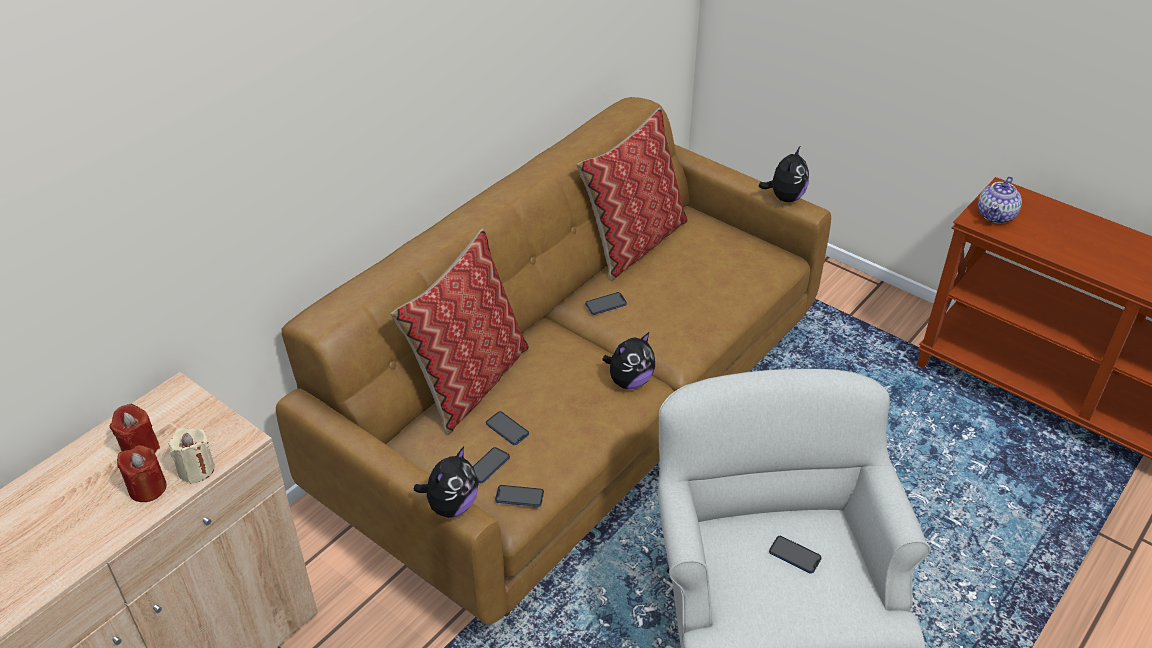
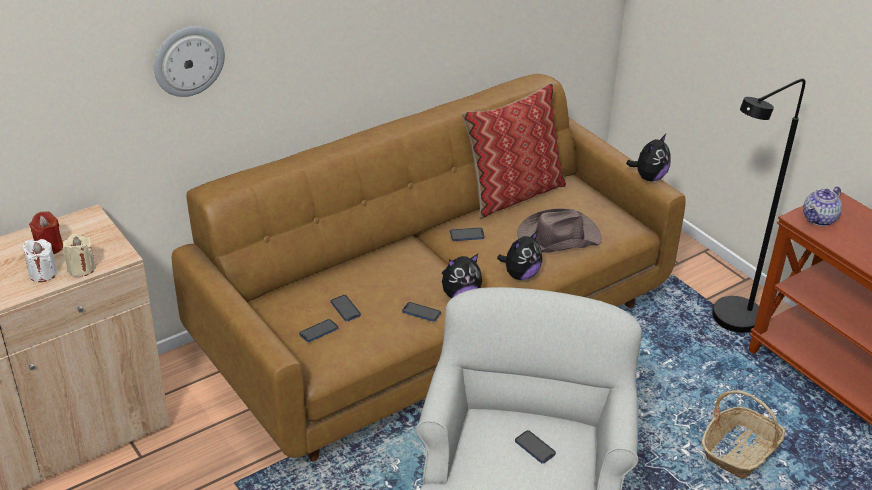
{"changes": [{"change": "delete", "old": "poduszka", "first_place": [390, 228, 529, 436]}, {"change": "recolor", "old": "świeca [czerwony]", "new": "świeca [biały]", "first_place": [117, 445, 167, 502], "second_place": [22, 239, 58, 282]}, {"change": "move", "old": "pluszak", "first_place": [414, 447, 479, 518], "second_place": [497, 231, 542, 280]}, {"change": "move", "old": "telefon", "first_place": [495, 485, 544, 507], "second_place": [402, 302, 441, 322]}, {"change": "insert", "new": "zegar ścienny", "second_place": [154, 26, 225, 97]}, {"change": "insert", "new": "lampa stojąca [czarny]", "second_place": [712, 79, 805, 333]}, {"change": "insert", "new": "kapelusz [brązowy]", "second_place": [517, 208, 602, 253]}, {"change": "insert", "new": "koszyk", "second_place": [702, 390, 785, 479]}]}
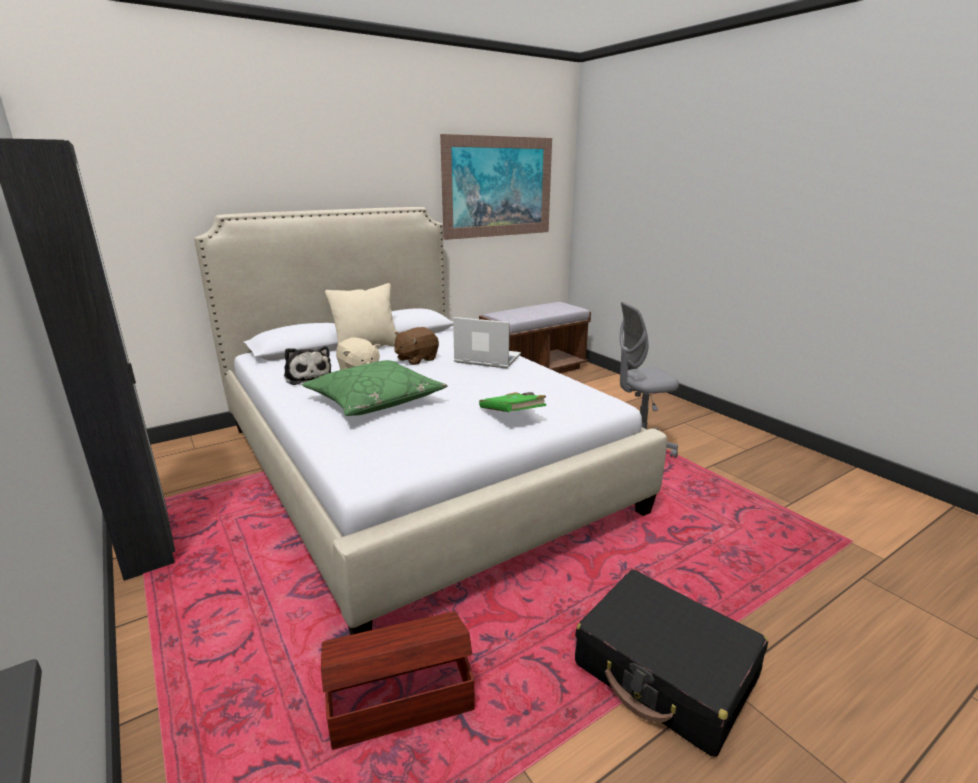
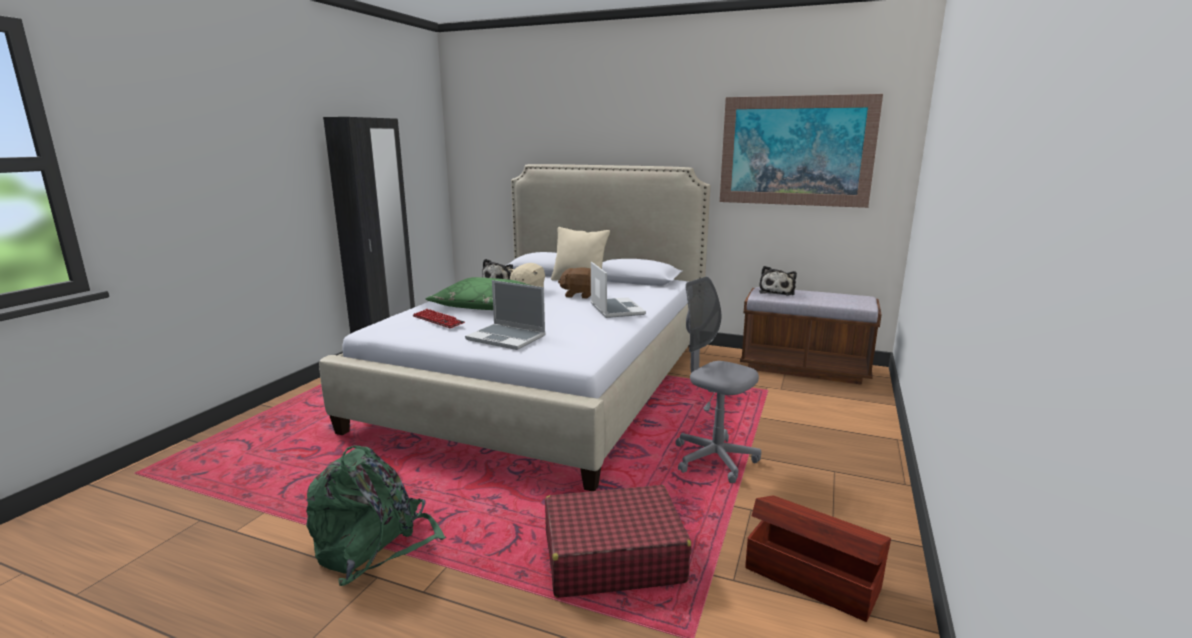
{"changes": [{"change": "replace", "old": "książka [zielony]", "new": "laptop", "first_place": [479, 392, 546, 412], "second_place": [465, 280, 546, 350]}, {"change": "replace", "old": "walizka [czarny]", "new": "plecak [zielony]", "first_place": [575, 570, 768, 757], "second_place": [306, 446, 446, 586]}, {"change": "move", "old": "pojemnik do przechowywania [brązowy]", "first_place": [321, 611, 475, 750], "second_place": [745, 495, 891, 622]}, {"change": "insert", "new": "pluszak", "second_place": [759, 266, 797, 295]}, {"change": "insert", "new": "klawiatura", "second_place": [413, 309, 465, 328]}, {"change": "insert", "new": "walizka [czerwony]", "second_place": [545, 485, 691, 598]}]}
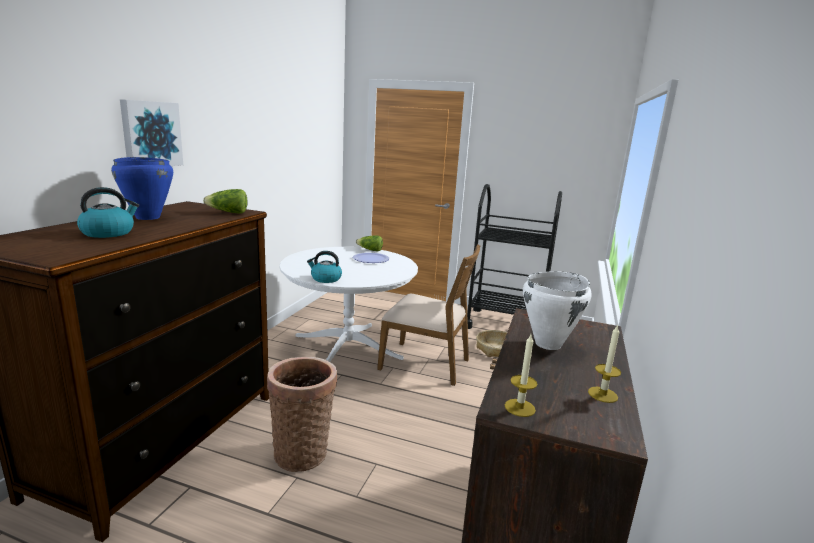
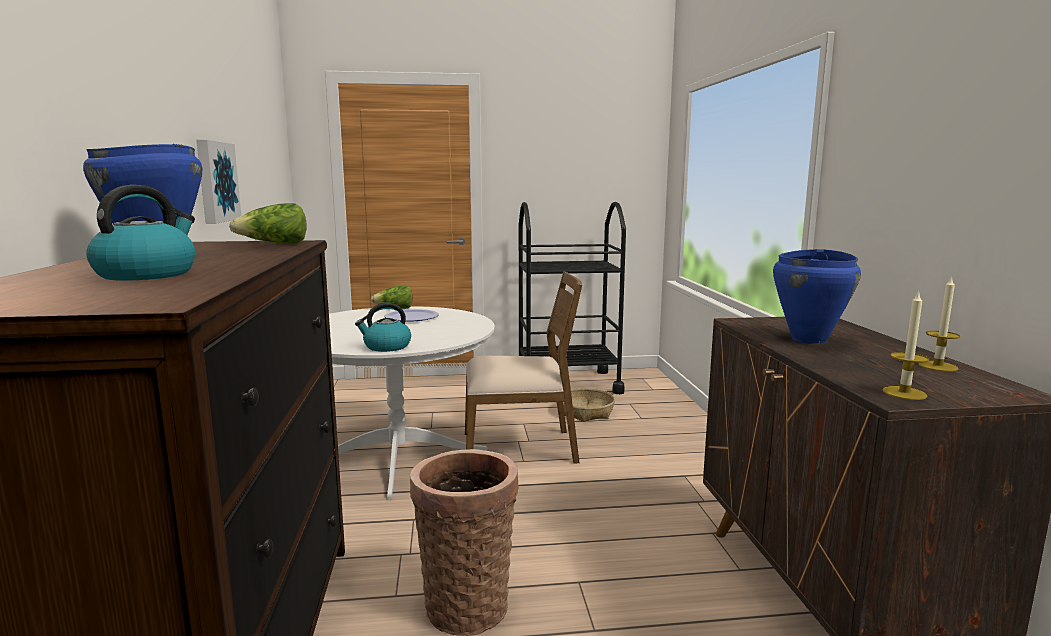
{"changes": [{"change": "move", "old": "obraz", "first_place": [120, 99, 183, 166], "second_place": [196, 140, 241, 224]}, {"change": "recolor", "old": "garnek [biały]", "new": "garnek [niebieski]", "first_place": [523, 271, 592, 350], "second_place": [773, 249, 861, 344]}]}
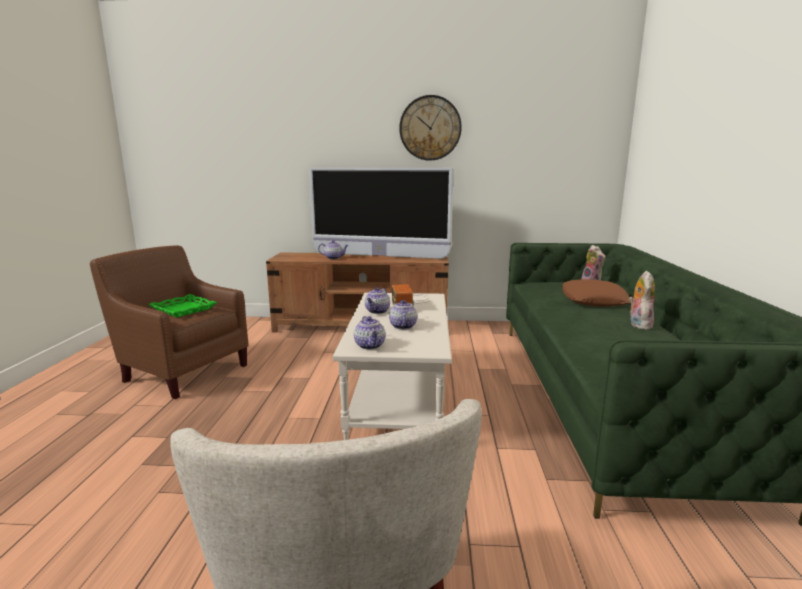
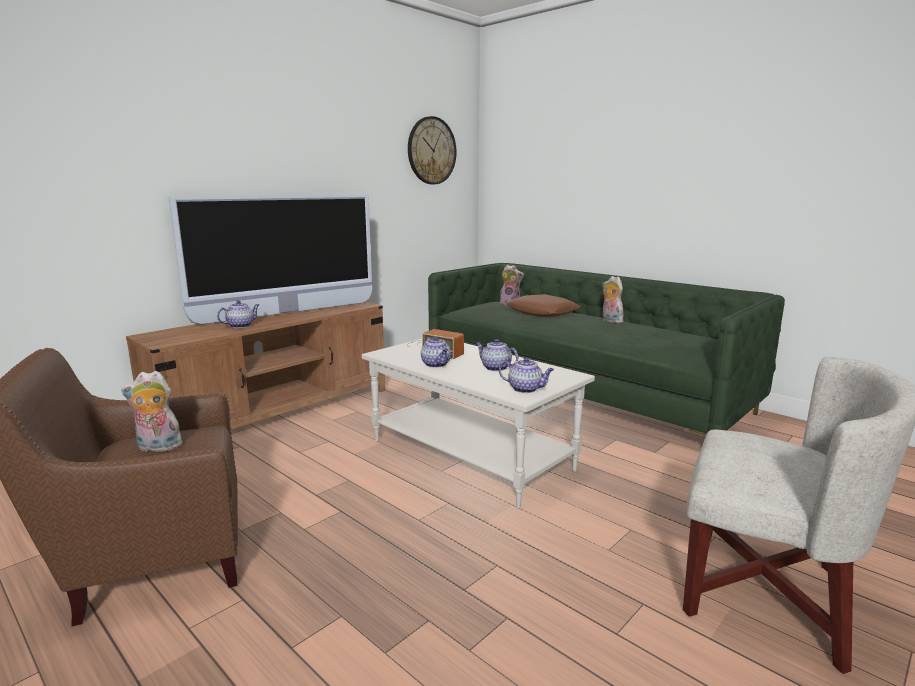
{"changes": [{"change": "move", "old": "zegar ścienny", "first_place": [399, 95, 462, 161], "second_place": [408, 116, 456, 184]}, {"change": "replace", "old": "taca [zielony]", "new": "pluszak", "first_place": [148, 294, 217, 317], "second_place": [121, 371, 185, 452]}]}
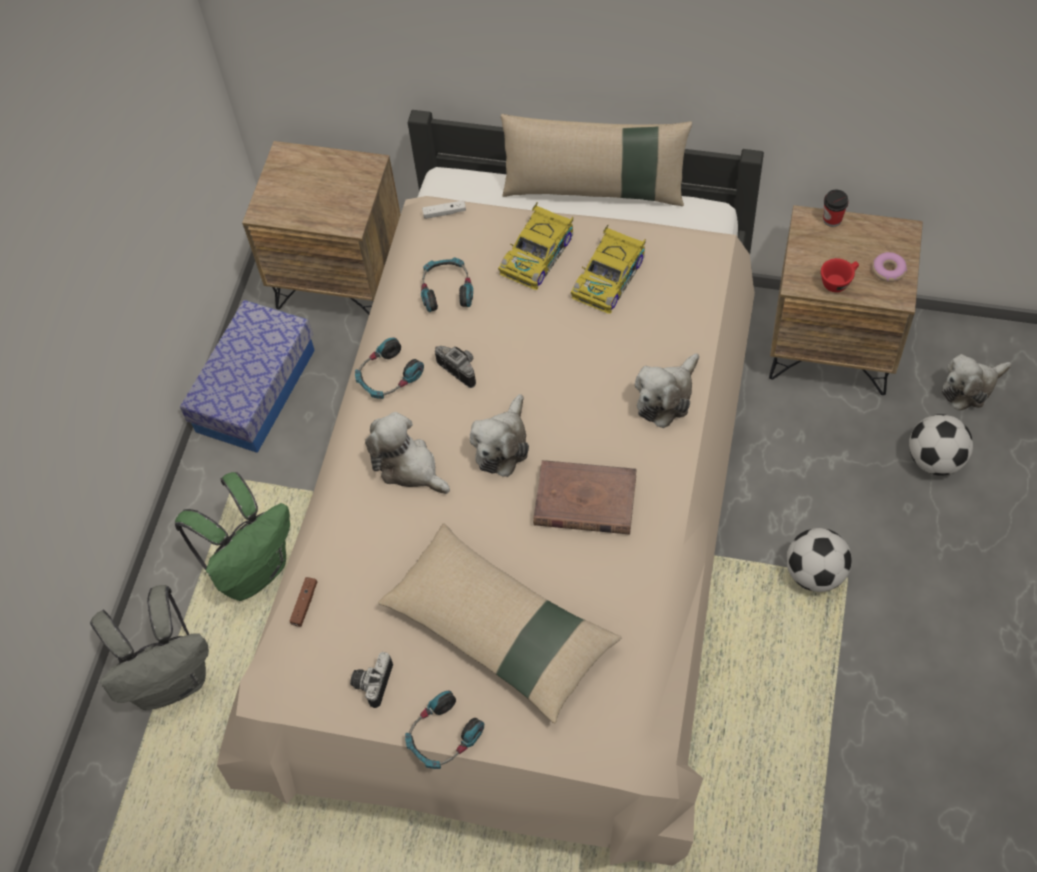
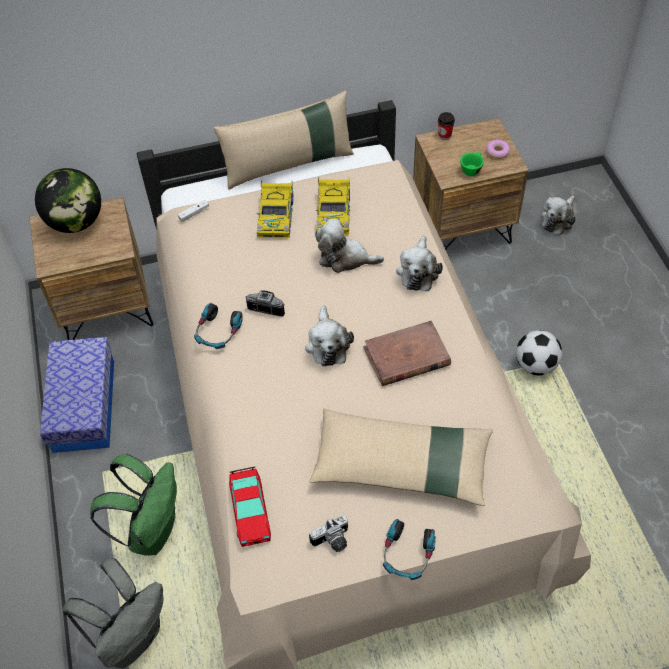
{"changes": [{"change": "delete", "old": "słuchawki", "first_place": [421, 257, 473, 312]}, {"change": "recolor", "old": "filiżanka [czerwony]", "new": "filiżanka [zielony]", "first_place": [821, 258, 859, 292], "second_place": [460, 152, 484, 176]}, {"change": "move", "old": "pluszak", "first_place": [365, 412, 450, 494], "second_place": [315, 219, 384, 273]}, {"change": "delete", "old": "piłka futbolowa", "first_place": [909, 414, 973, 476]}, {"change": "replace", "old": "pad do gier [brązowy]", "new": "samochodzik", "first_place": [290, 577, 317, 627], "second_place": [229, 467, 271, 547]}, {"change": "rotate", "old": "aparat fotograficzny", "first_place": [350, 652, 393, 708], "second_place": [309, 515, 348, 552], "degrees": -105}, {"change": "insert", "new": "globus", "second_place": [35, 168, 101, 233]}]}
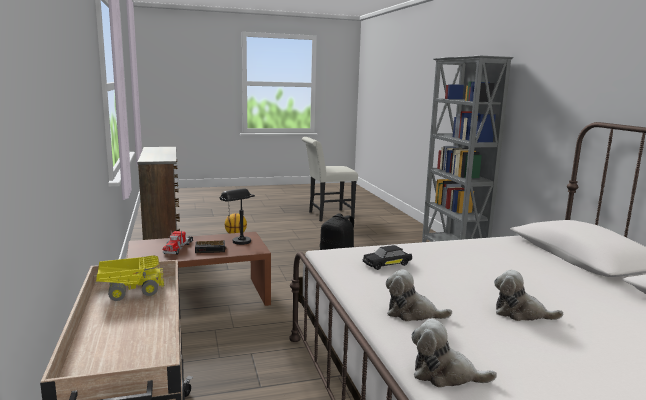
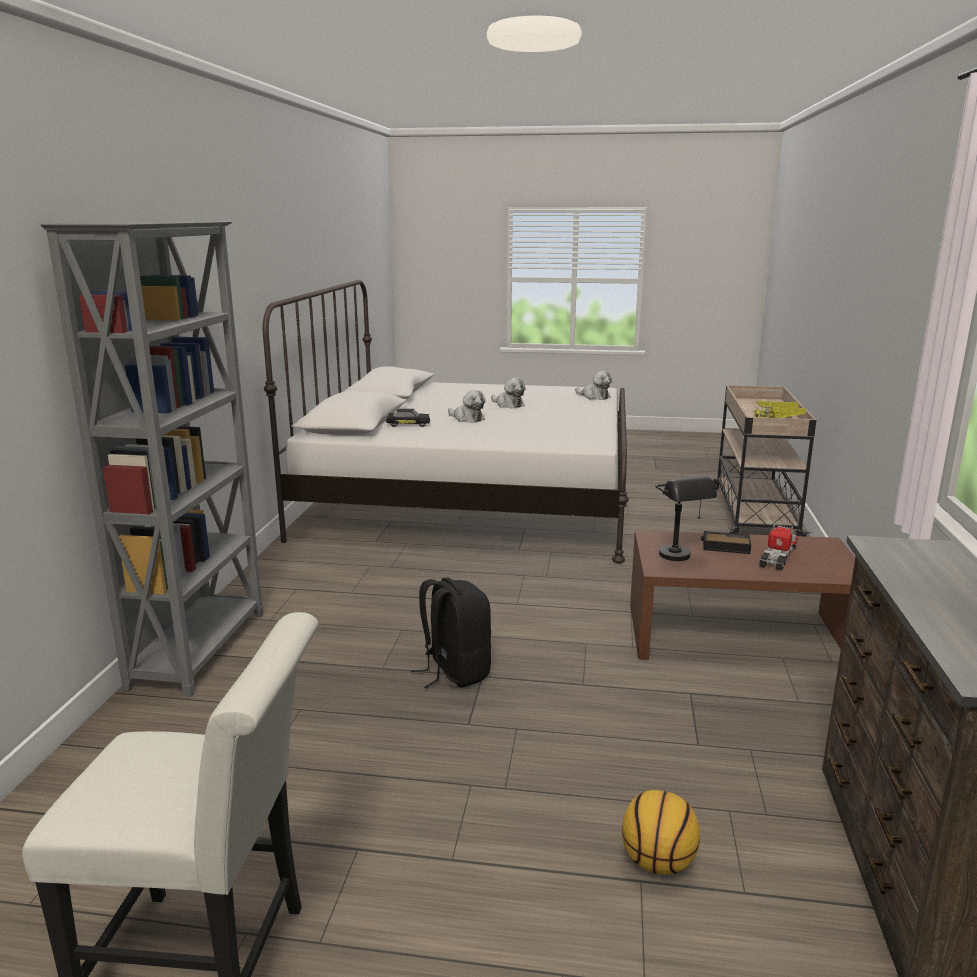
{"changes": [{"change": "move", "old": "samochodzik [czarny]", "first_place": [363, 245, 412, 270], "second_place": [386, 409, 430, 427]}, {"change": "move", "old": "pluszak", "first_place": [386, 269, 452, 321], "second_place": [448, 390, 486, 423]}]}
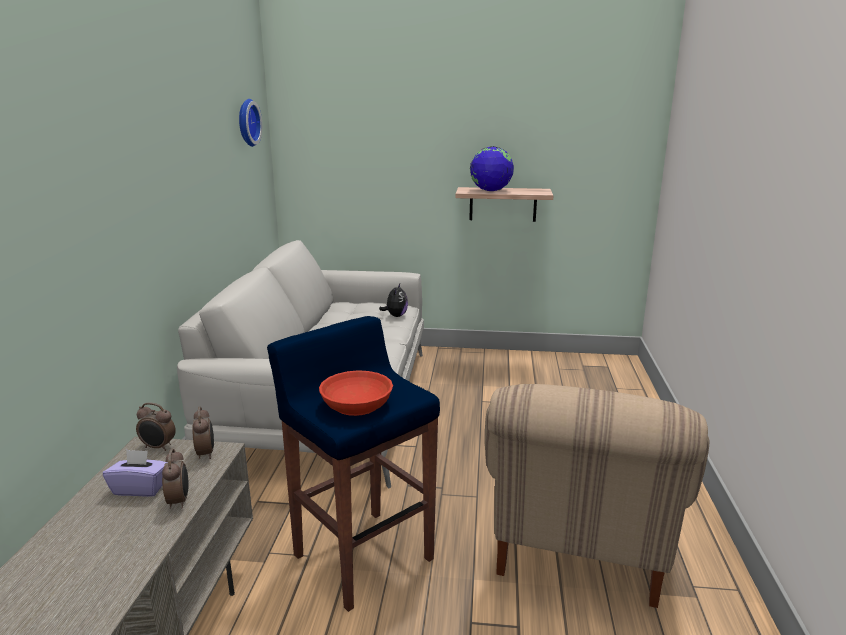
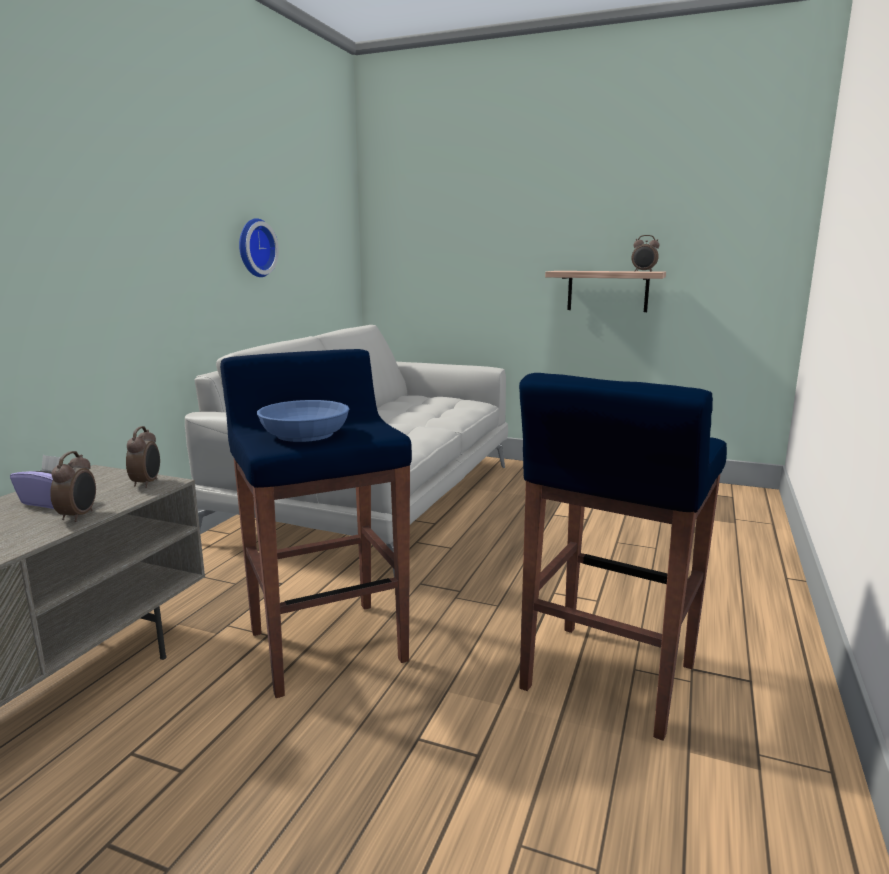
{"changes": [{"change": "move", "old": "zegar ścienny", "first_place": [239, 99, 262, 147], "second_place": [239, 218, 279, 277]}, {"change": "delete", "old": "globus", "first_place": [470, 146, 514, 191]}, {"change": "delete", "old": "pluszak", "first_place": [379, 284, 408, 317]}, {"change": "recolor", "old": "miska [czerwony]", "new": "miska [niebieski]", "first_place": [319, 370, 393, 416], "second_place": [257, 400, 350, 442]}, {"change": "replace", "old": "fotel [beżowy]", "new": "stołek [niebieski]", "first_place": [485, 384, 709, 608], "second_place": [519, 373, 727, 741]}, {"change": "move", "old": "budzik", "first_place": [136, 402, 176, 451], "second_place": [631, 235, 660, 272]}]}
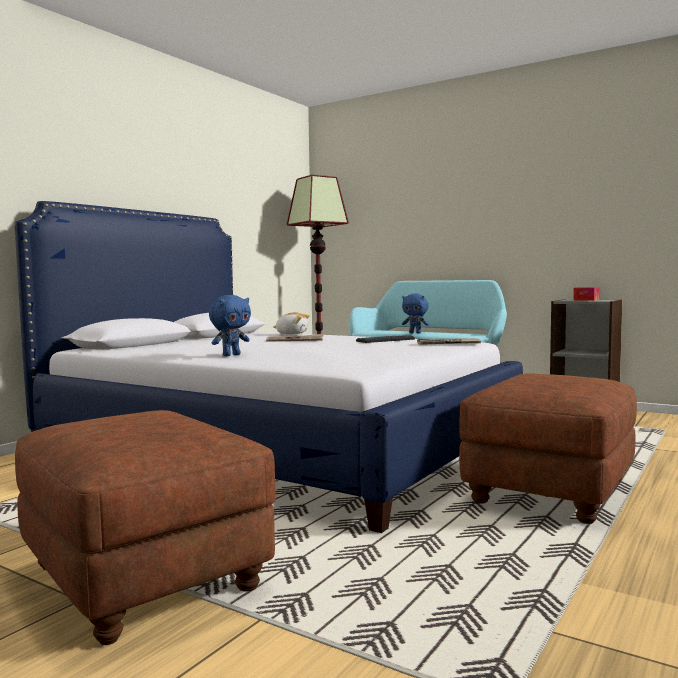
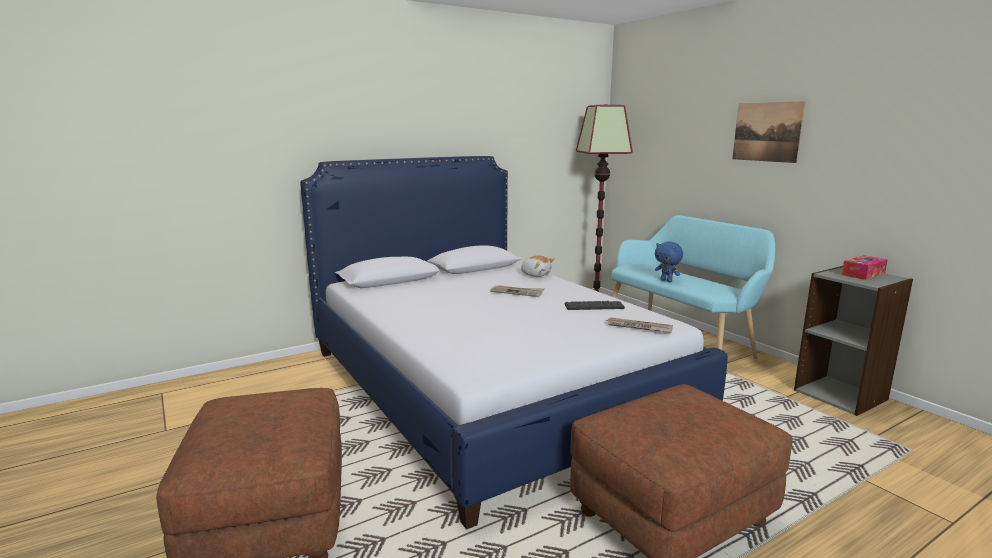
{"changes": [{"change": "delete", "old": "pluszak [niebieski]", "first_place": [209, 295, 251, 356]}, {"change": "insert", "new": "obraz", "second_place": [732, 101, 806, 163]}]}
